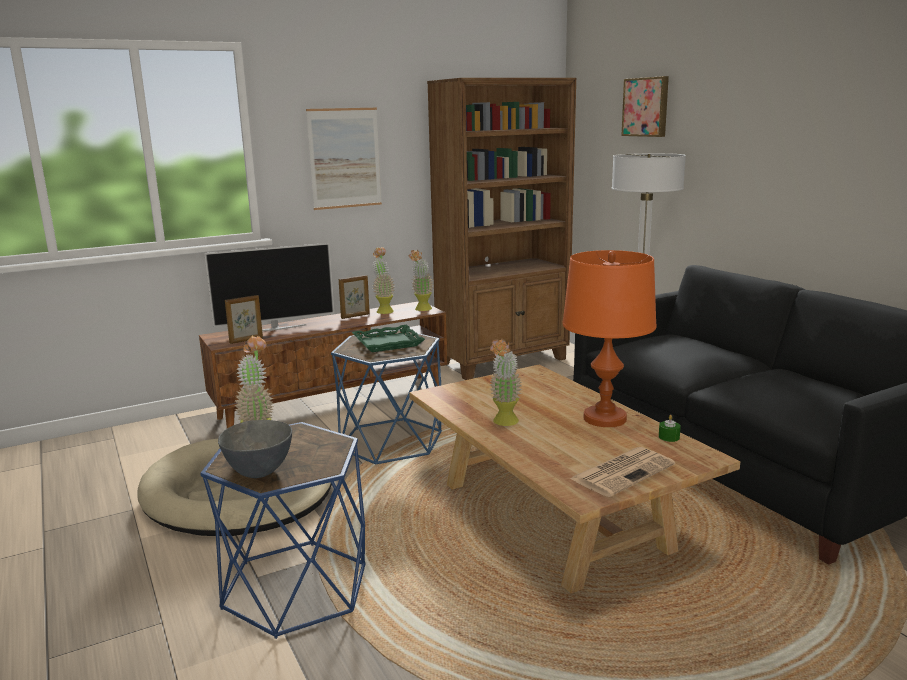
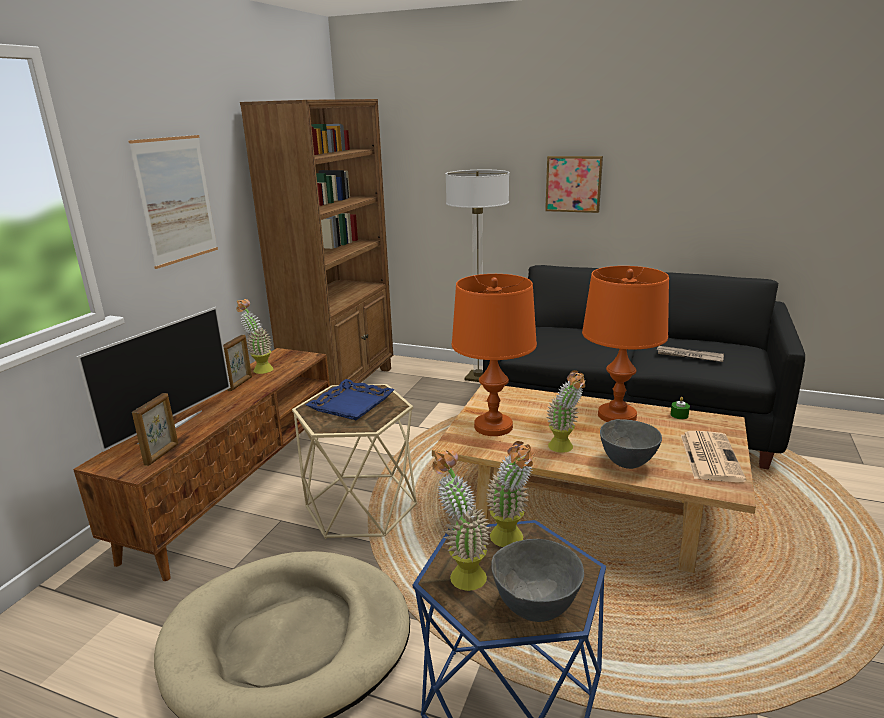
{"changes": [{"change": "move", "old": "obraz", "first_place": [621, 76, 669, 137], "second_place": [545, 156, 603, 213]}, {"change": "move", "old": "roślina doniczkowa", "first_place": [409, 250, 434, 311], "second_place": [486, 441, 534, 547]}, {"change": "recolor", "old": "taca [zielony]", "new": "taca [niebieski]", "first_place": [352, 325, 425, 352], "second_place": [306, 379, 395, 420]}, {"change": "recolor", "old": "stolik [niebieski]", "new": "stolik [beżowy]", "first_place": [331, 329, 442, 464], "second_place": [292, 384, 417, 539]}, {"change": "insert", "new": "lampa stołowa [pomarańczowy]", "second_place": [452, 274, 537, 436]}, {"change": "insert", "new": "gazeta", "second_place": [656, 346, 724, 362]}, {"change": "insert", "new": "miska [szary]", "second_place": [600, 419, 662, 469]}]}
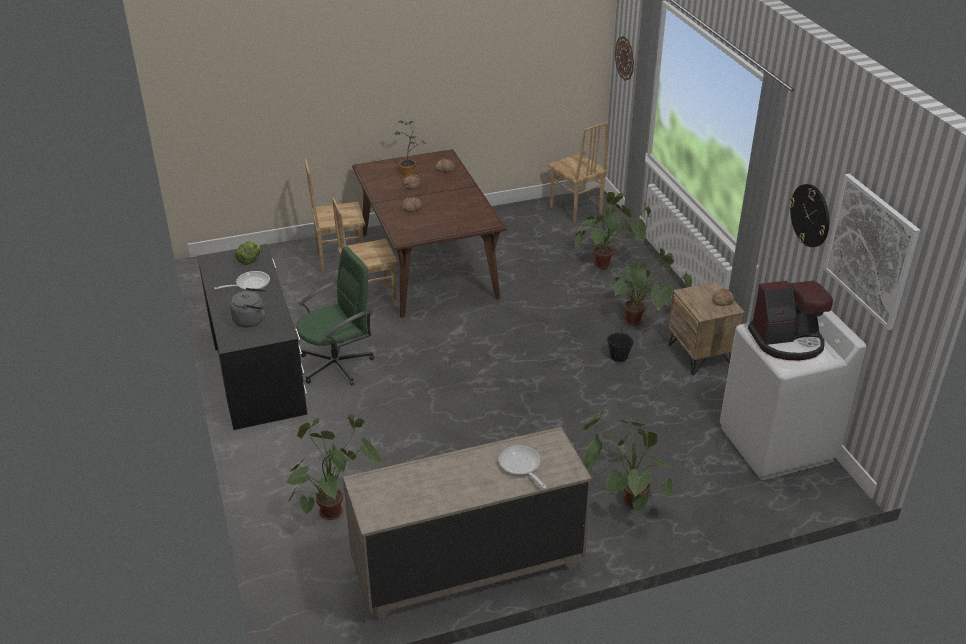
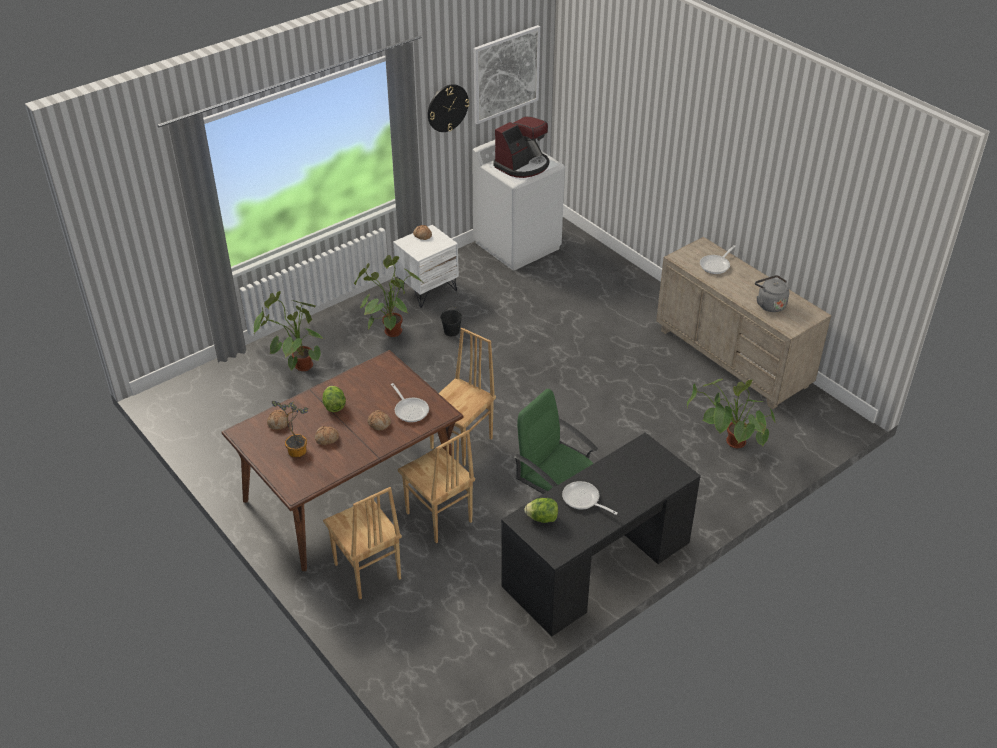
{"changes": [{"change": "delete", "old": "zegar ścienny", "first_place": [615, 36, 634, 81]}, {"change": "move", "old": "krzesło [brązowy]", "first_place": [548, 122, 608, 224], "second_place": [430, 328, 496, 466]}, {"change": "rotate", "old": "ekspres do kawy", "first_place": [748, 280, 833, 361], "second_place": [493, 116, 549, 178], "degrees": 75}, {"change": "recolor", "old": "szafka nocna [brązowy]", "new": "szafka nocna [biały]", "first_place": [669, 282, 745, 375], "second_place": [393, 225, 459, 308]}, {"change": "move", "old": "czajnik [szary]", "first_place": [230, 288, 265, 327], "second_place": [755, 275, 789, 312]}, {"change": "delete", "old": "roślina doniczkowa", "first_place": [583, 410, 673, 512]}, {"change": "insert", "new": "patelnia", "second_place": [391, 383, 429, 422]}, {"change": "insert", "new": "sałata", "second_place": [322, 386, 346, 412]}]}
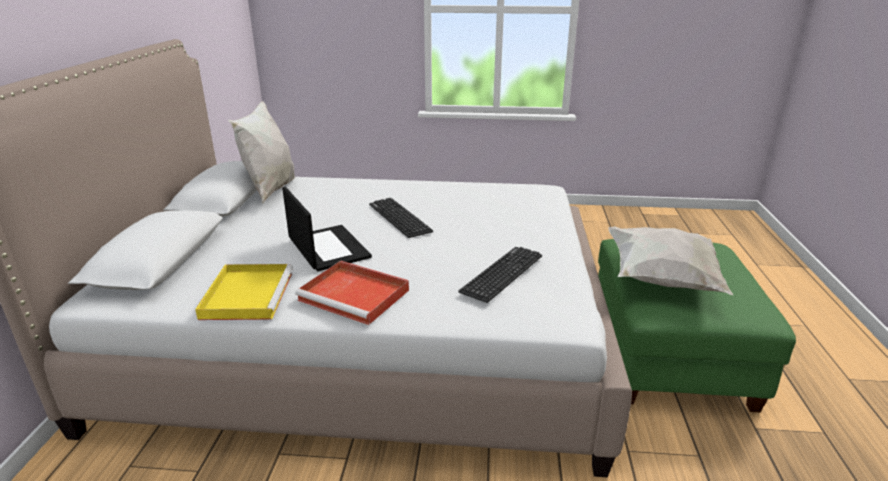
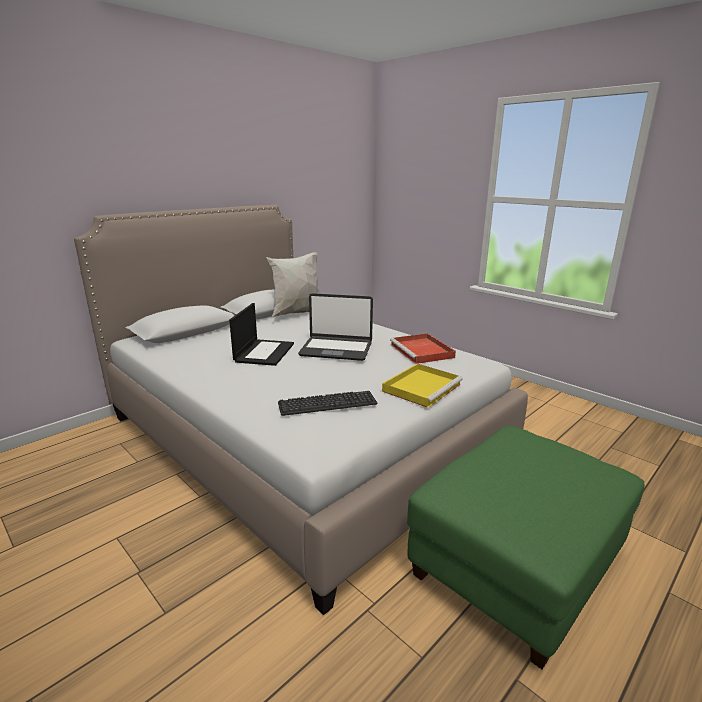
{"changes": [{"change": "replace", "old": "klawiatura", "new": "laptop", "first_place": [369, 198, 433, 238], "second_place": [298, 293, 373, 361]}, {"change": "delete", "old": "poduszka [biały]", "first_place": [608, 226, 733, 295]}, {"change": "move", "old": "taca [czerwony]", "first_place": [295, 261, 409, 325], "second_place": [390, 333, 456, 364]}, {"change": "move", "old": "taca [żółty]", "first_place": [195, 264, 293, 320], "second_place": [382, 363, 463, 408]}]}
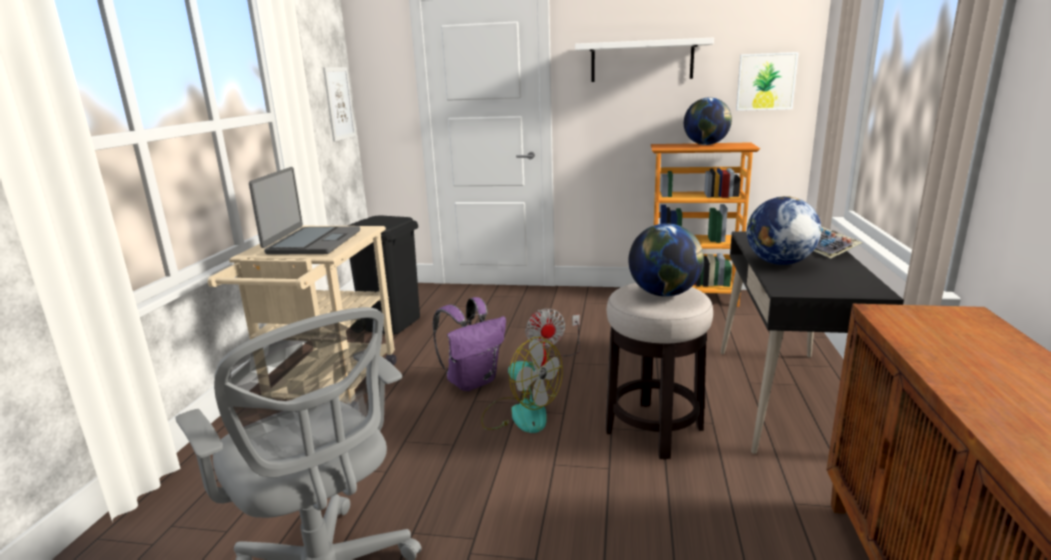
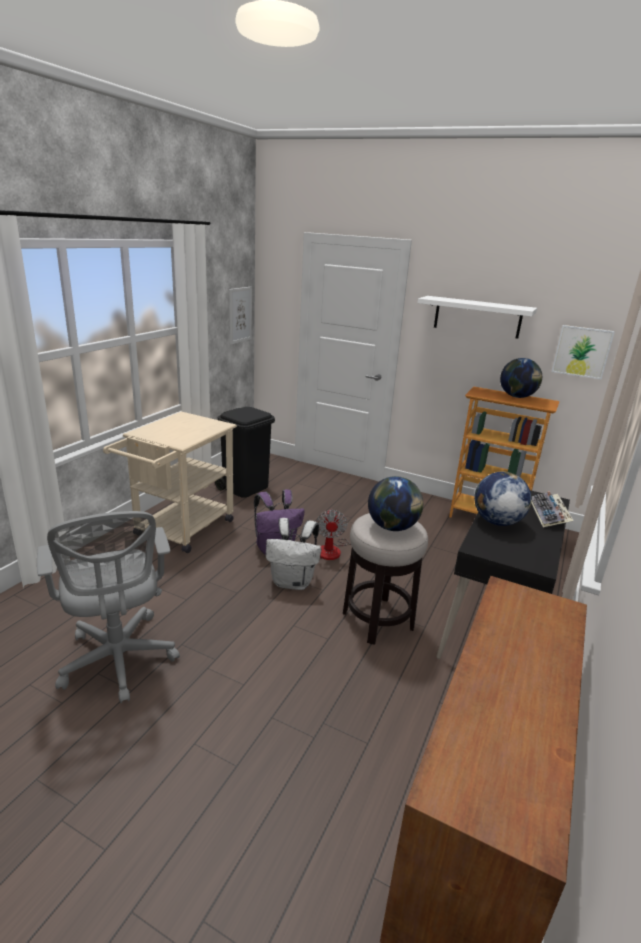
{"changes": [{"change": "delete", "old": "laptop", "first_place": [249, 167, 360, 255]}, {"change": "replace", "old": "wentylator", "new": "plecak [biały]", "first_place": [481, 337, 563, 433], "second_place": [266, 518, 321, 590]}]}
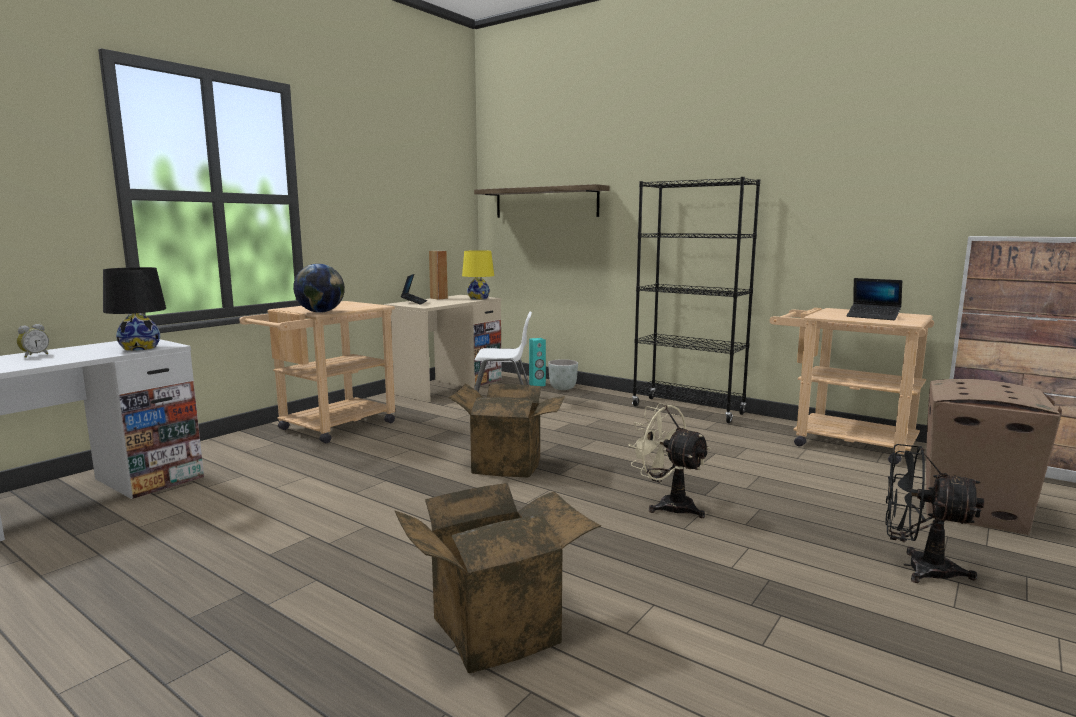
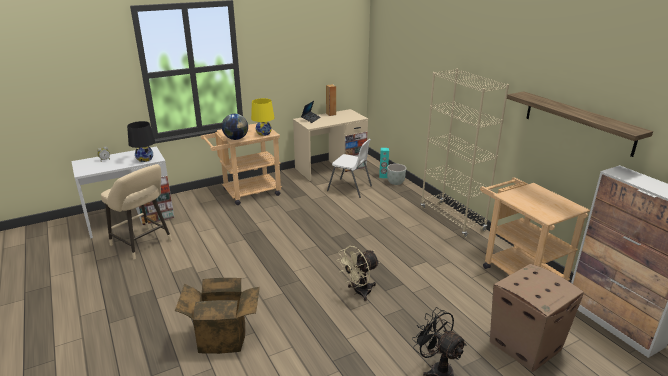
{"changes": [{"change": "recolor", "old": "regał [czarny]", "new": "regał [beżowy]", "first_place": [632, 177, 760, 423], "second_place": [421, 69, 509, 238]}, {"change": "move", "old": "półka", "first_place": [474, 184, 609, 218], "second_place": [507, 91, 653, 157]}, {"change": "move", "old": "lampa stołowa [żółty]", "first_place": [462, 250, 494, 300], "second_place": [251, 98, 274, 136]}, {"change": "delete", "old": "laptop", "first_place": [847, 278, 902, 320]}, {"change": "delete", "old": "karton", "first_place": [448, 383, 565, 478]}, {"change": "rotate", "old": "wentylator [beżowy]", "first_place": [628, 403, 711, 518], "second_place": [337, 246, 380, 301], "degrees": -105}, {"change": "insert", "new": "stołek [beżowy]", "second_place": [101, 164, 172, 260]}]}
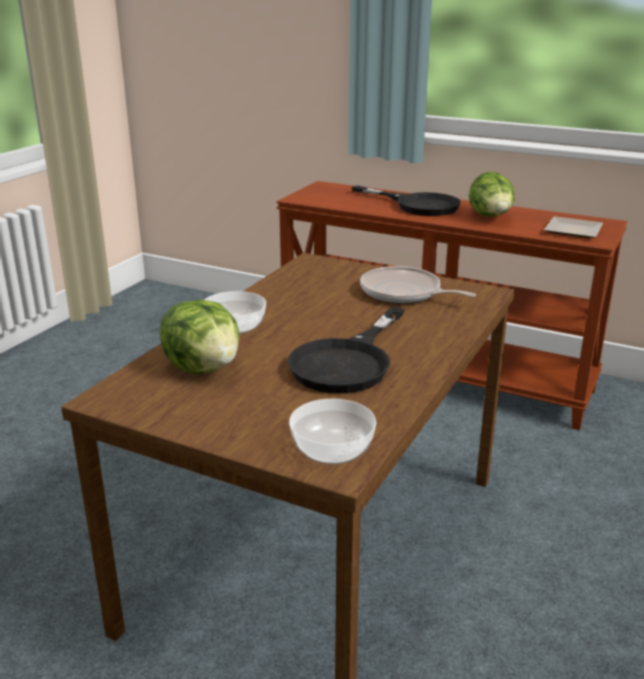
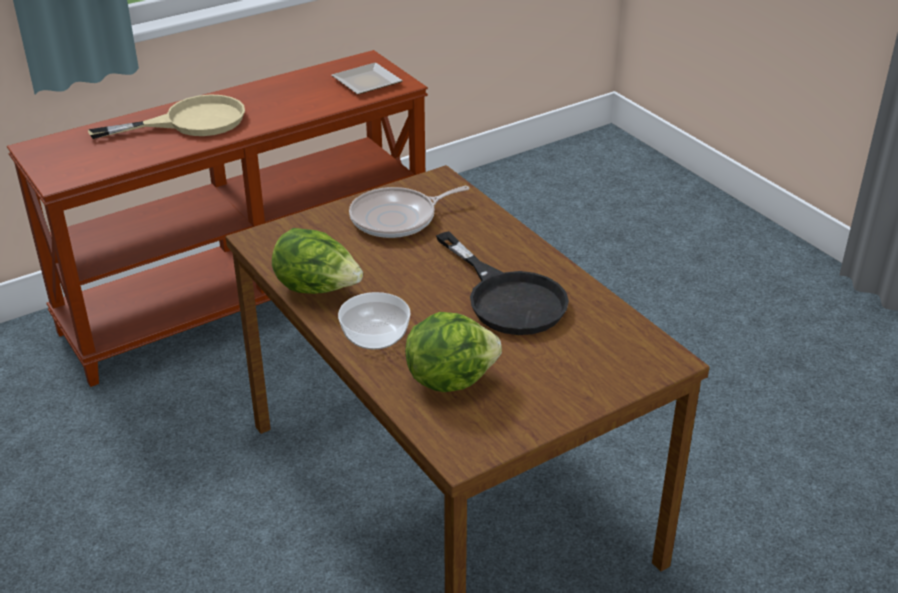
{"changes": [{"change": "move", "old": "sałata", "first_place": [469, 172, 515, 217], "second_place": [272, 228, 363, 294]}, {"change": "recolor", "old": "patelnia [czarny]", "new": "patelnia [beżowy]", "first_place": [351, 185, 461, 216], "second_place": [88, 94, 245, 139]}, {"change": "delete", "old": "miska", "first_place": [289, 399, 376, 464]}]}
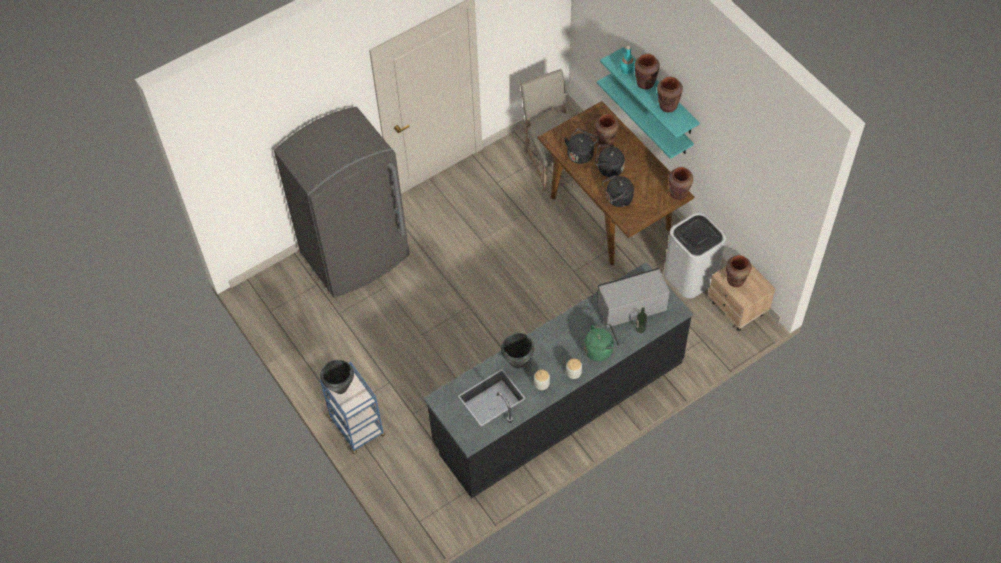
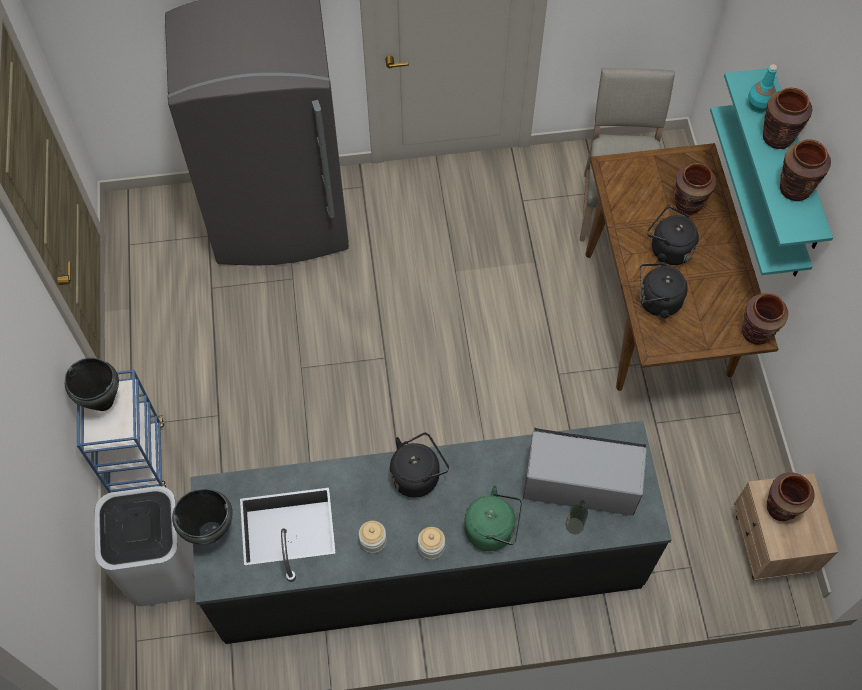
{"changes": [{"change": "move", "old": "czajnik [czarny]", "first_place": [564, 128, 599, 164], "second_place": [390, 432, 449, 498]}, {"change": "move", "old": "kosz na śmieci [biały]", "first_place": [664, 212, 726, 298], "second_place": [94, 486, 195, 606]}, {"change": "move", "old": "garnek [czarny]", "first_place": [501, 333, 534, 369], "second_place": [172, 489, 233, 545]}]}
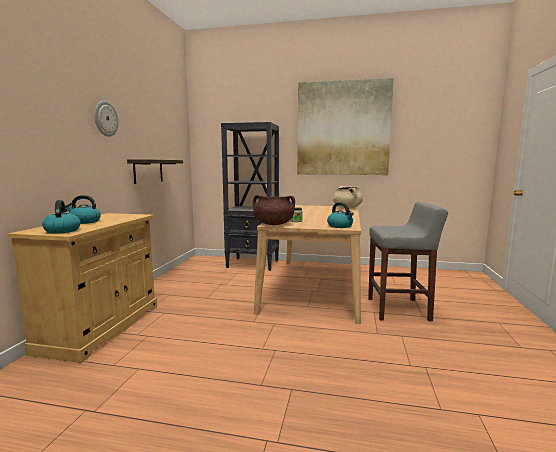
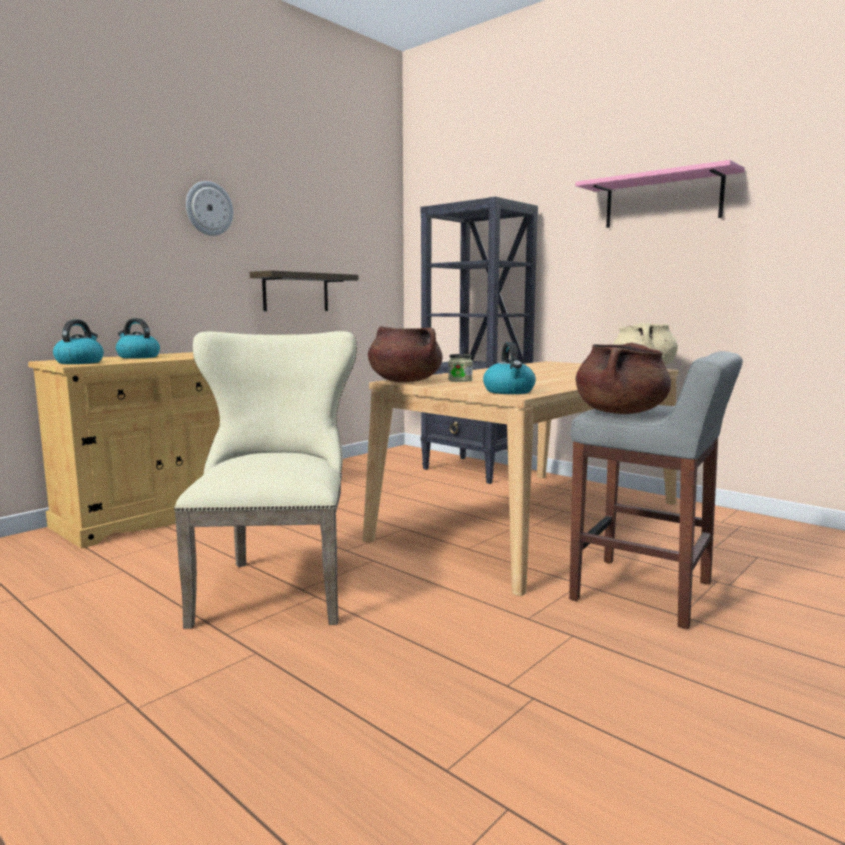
{"changes": [{"change": "replace", "old": "obraz", "new": "półka [różowy]", "first_place": [297, 78, 394, 175], "second_place": [575, 160, 745, 228]}, {"change": "insert", "new": "krzesło [beżowy]", "second_place": [174, 331, 357, 629]}, {"change": "insert", "new": "garnek [brązowy]", "second_place": [576, 343, 671, 414]}]}
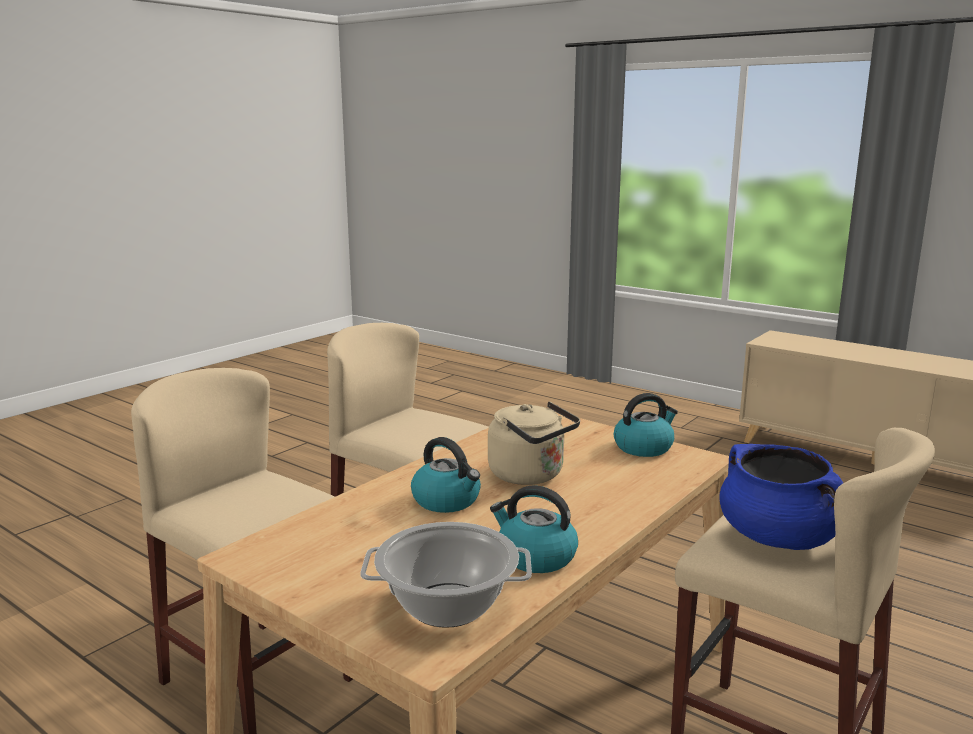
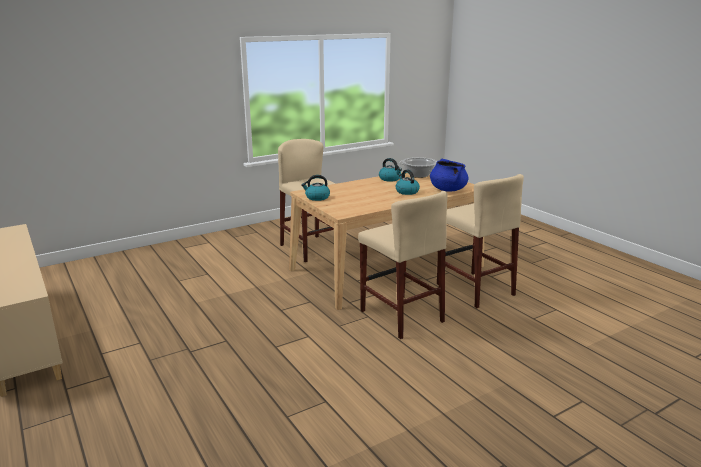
{"changes": [{"change": "delete", "old": "czajnik [beżowy]", "first_place": [488, 401, 580, 485]}, {"change": "move", "old": "garnek [niebieski]", "first_place": [719, 444, 843, 550], "second_place": [430, 158, 468, 191]}]}
